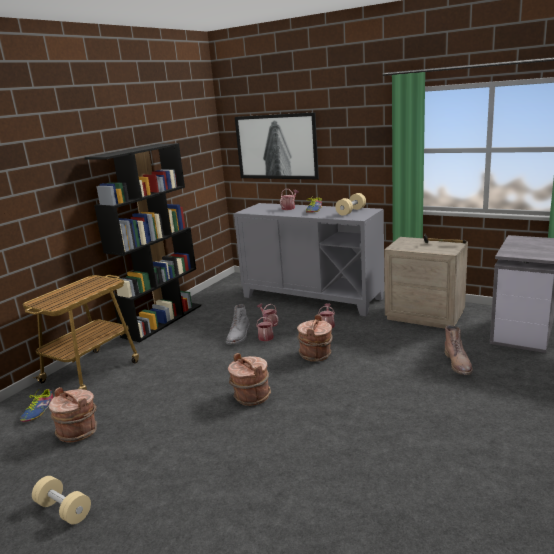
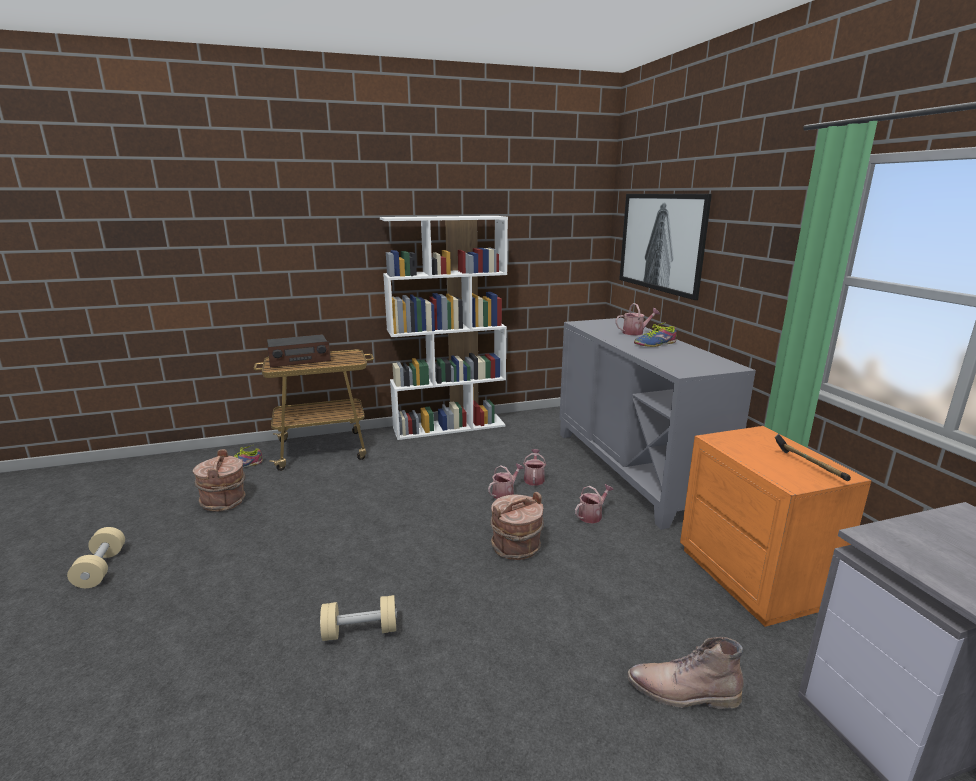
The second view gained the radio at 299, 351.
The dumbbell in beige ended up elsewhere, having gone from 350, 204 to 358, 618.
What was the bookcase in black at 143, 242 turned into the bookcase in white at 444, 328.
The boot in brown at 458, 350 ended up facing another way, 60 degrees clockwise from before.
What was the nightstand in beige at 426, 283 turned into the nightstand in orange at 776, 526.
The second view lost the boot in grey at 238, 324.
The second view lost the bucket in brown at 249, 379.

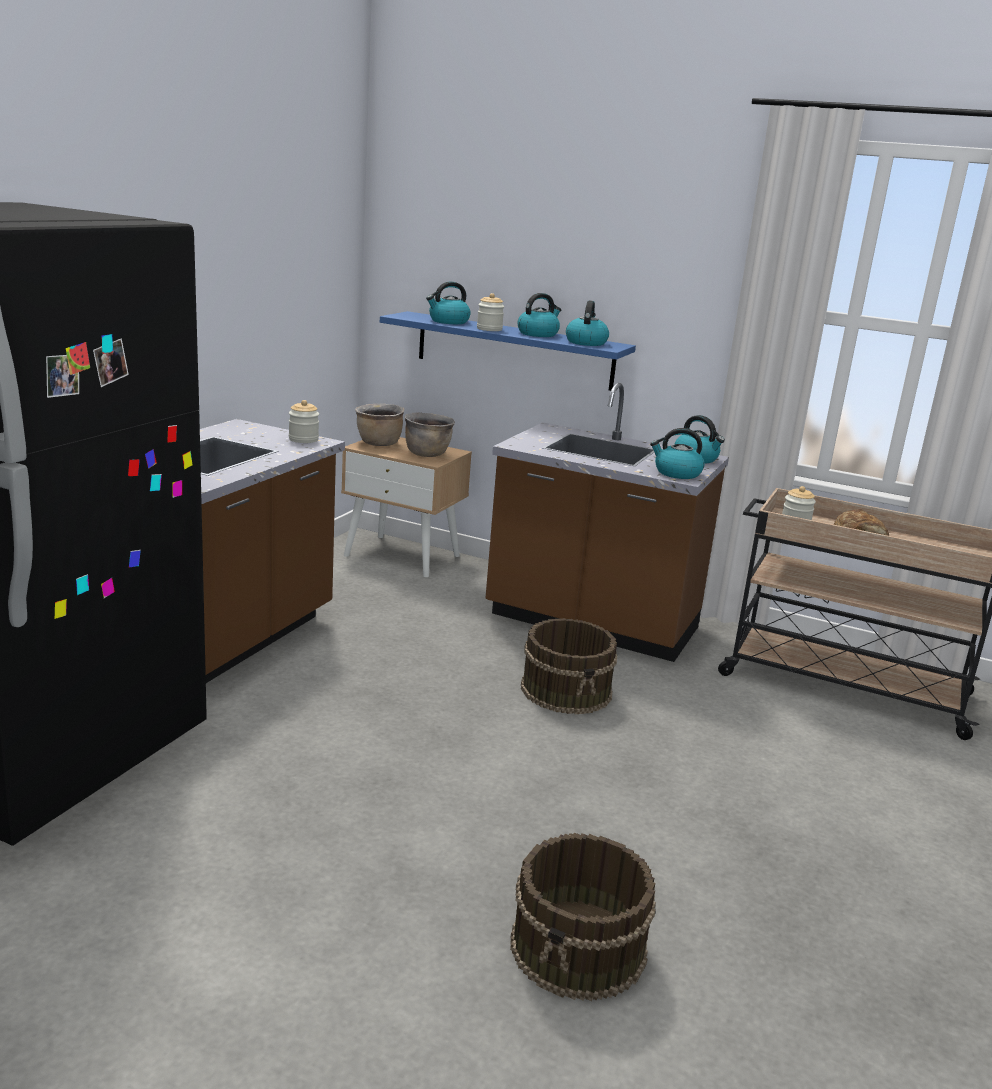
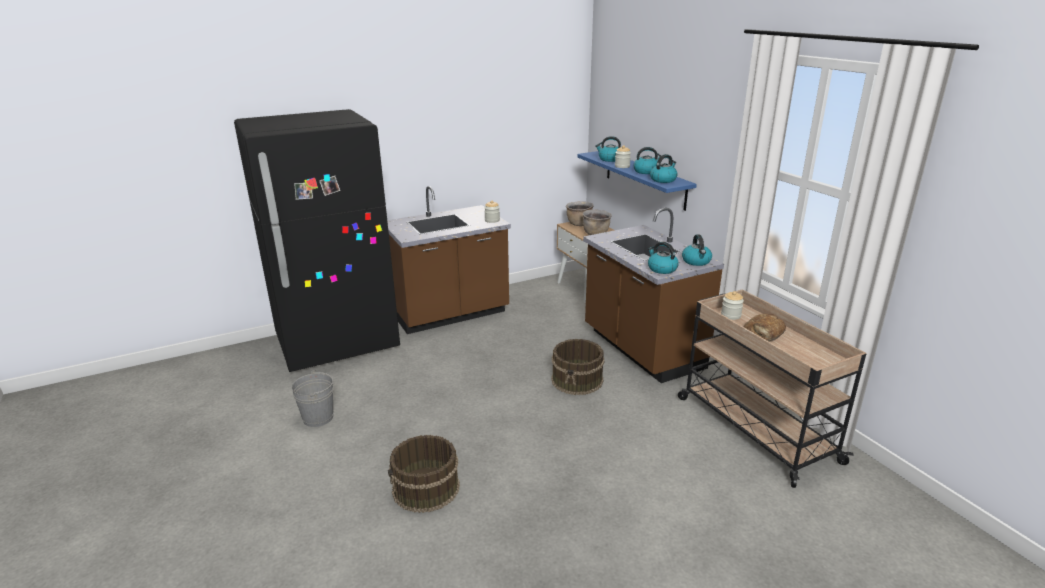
The second view gained the bucket in grey at 312, 399.

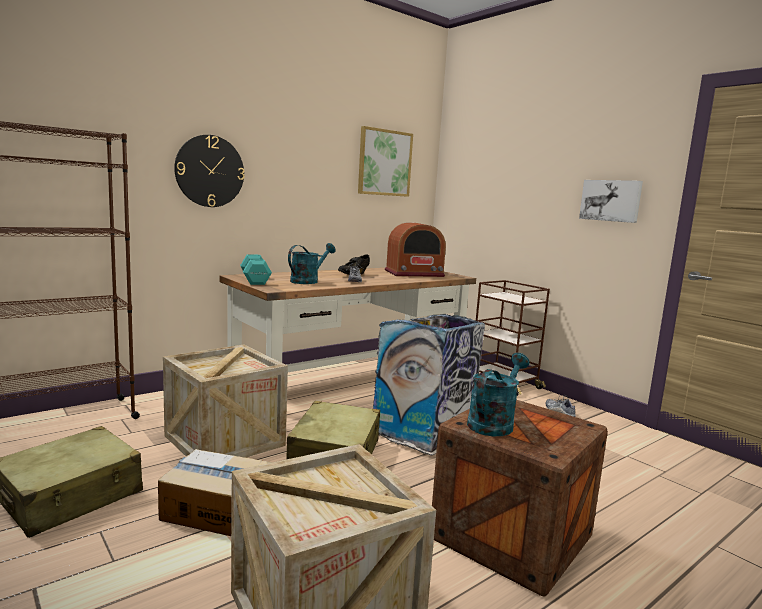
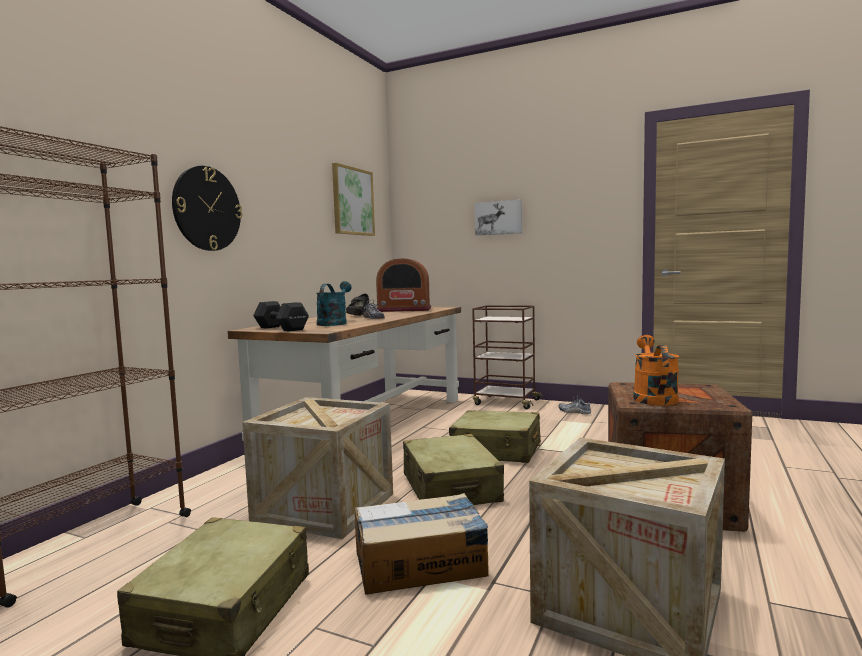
What was the dumbbell in turquoise at 256, 269 turned into the dumbbell in black at 281, 316.
The radio at 415, 249 ended up facing another way, 45 degrees clockwise from before.
Where the trash can stood at 429, 385, the suitcase in beige came to stand at 495, 436.
The picture ended up elsewhere, having gone from 611, 201 to 498, 217.
What was the watering can in turquoise at 498, 394 turned into the watering can in orange at 656, 370.

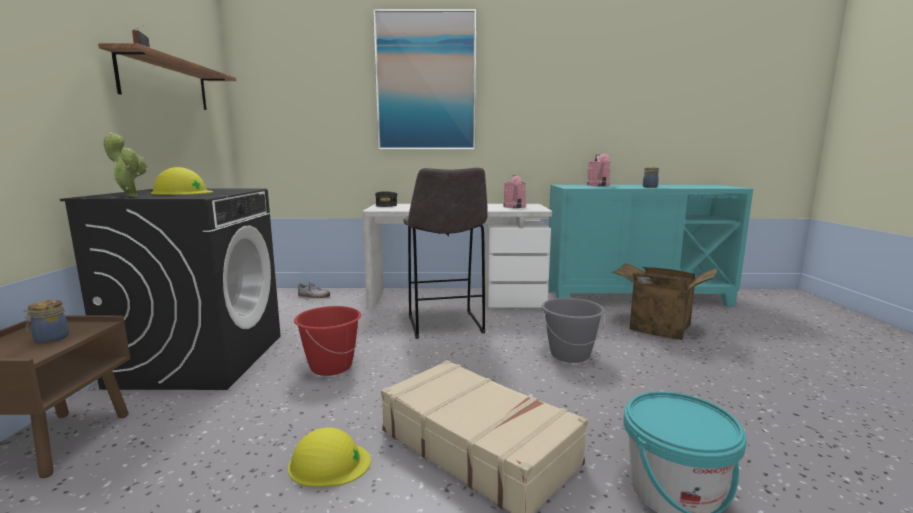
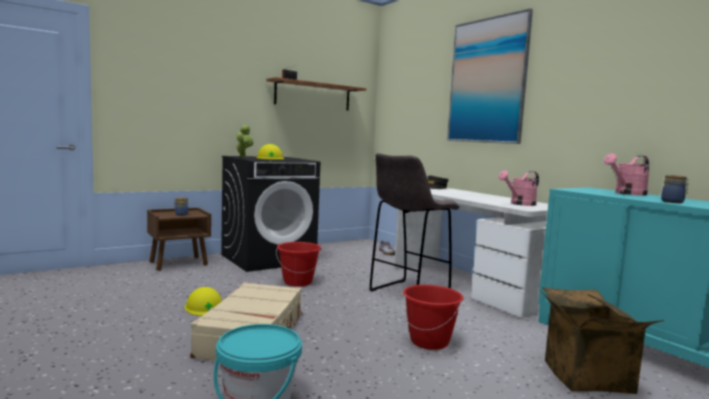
What was the bucket in grey at 573, 330 turned into the bucket in red at 433, 317.

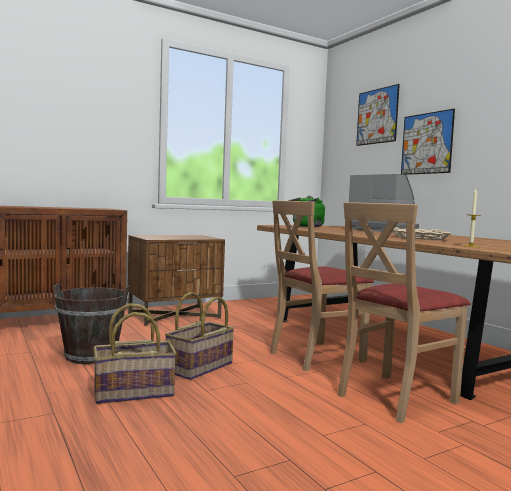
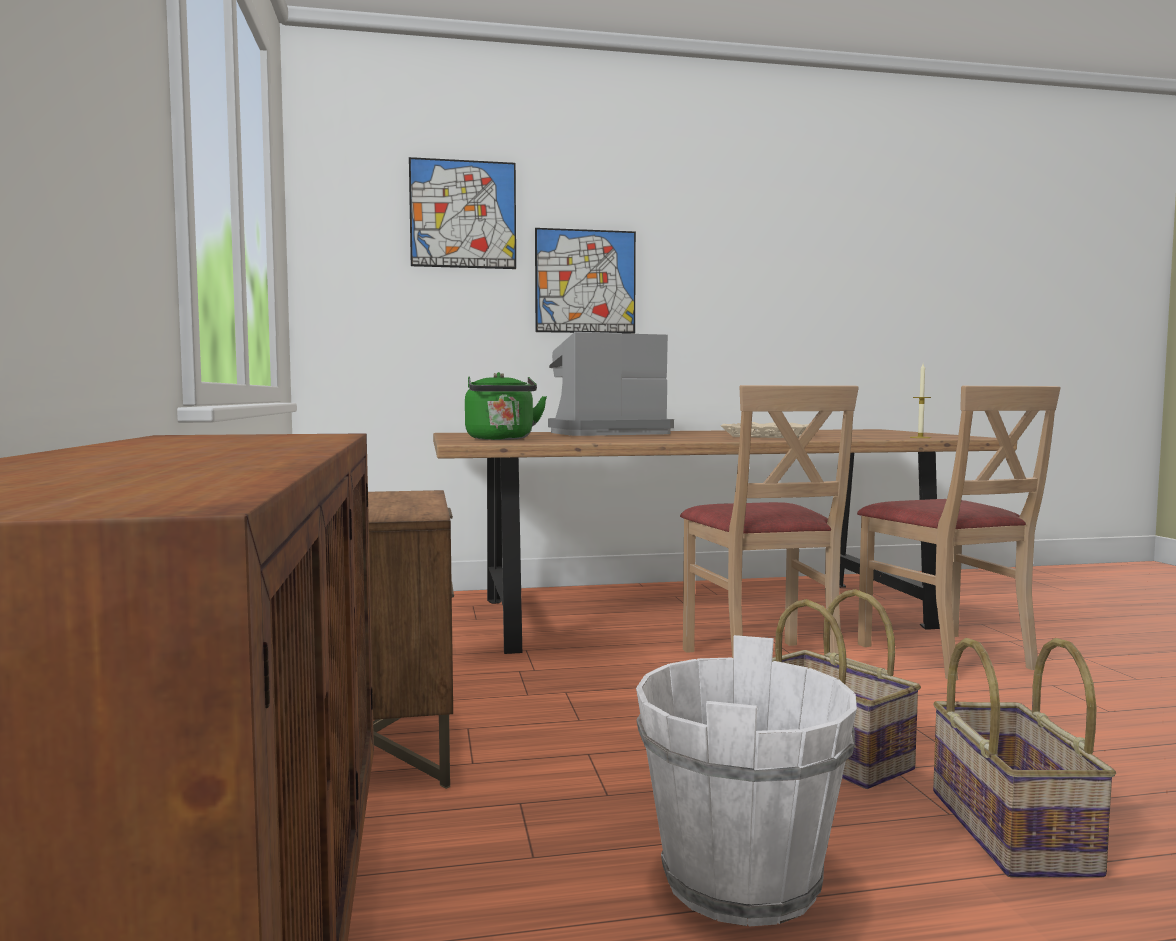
What was the bucket in brown at 91, 324 turned into the bucket in white at 746, 780.

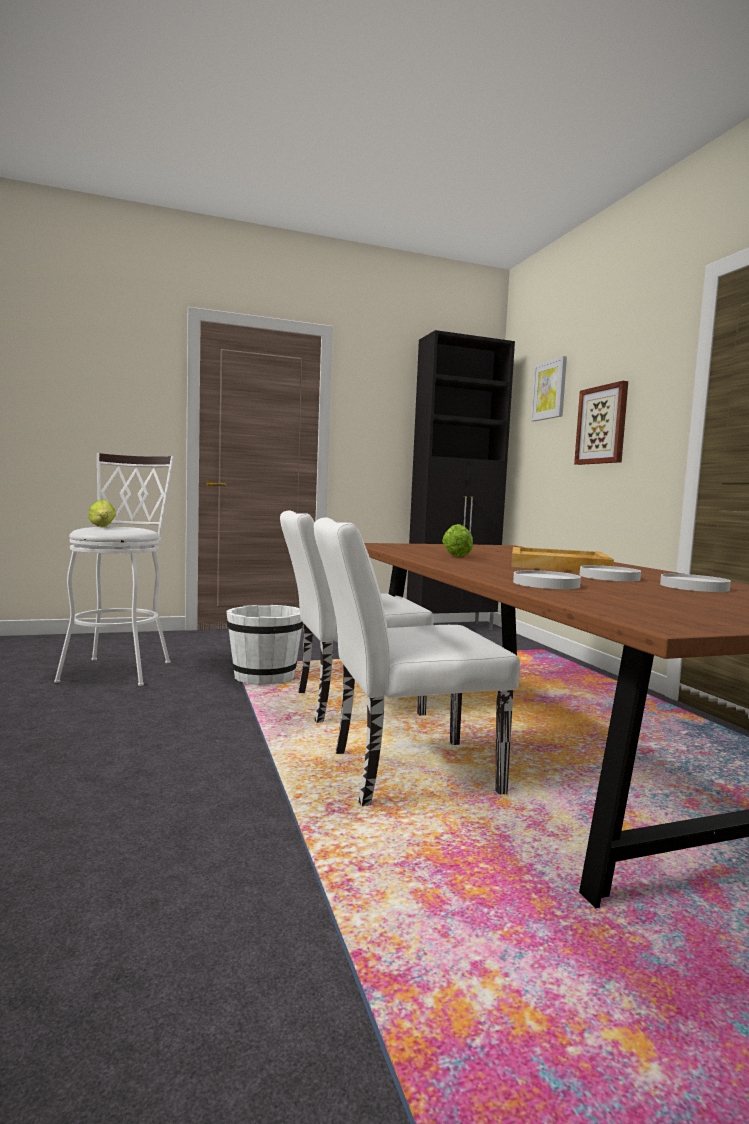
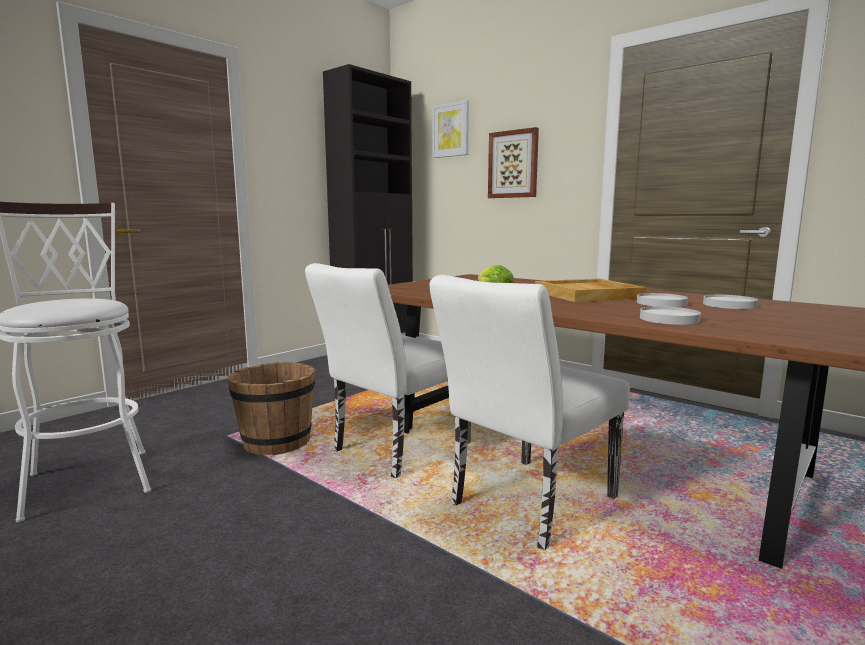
What was the bucket in white at 265, 645 turned into the bucket in brown at 271, 408.
The second view lost the lettuce at 102, 513.

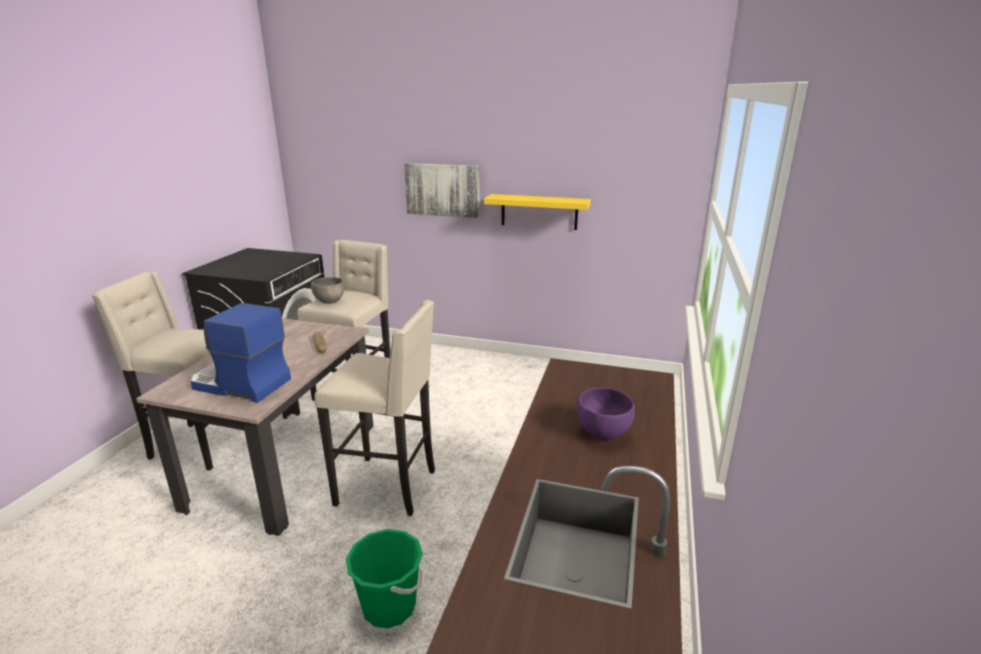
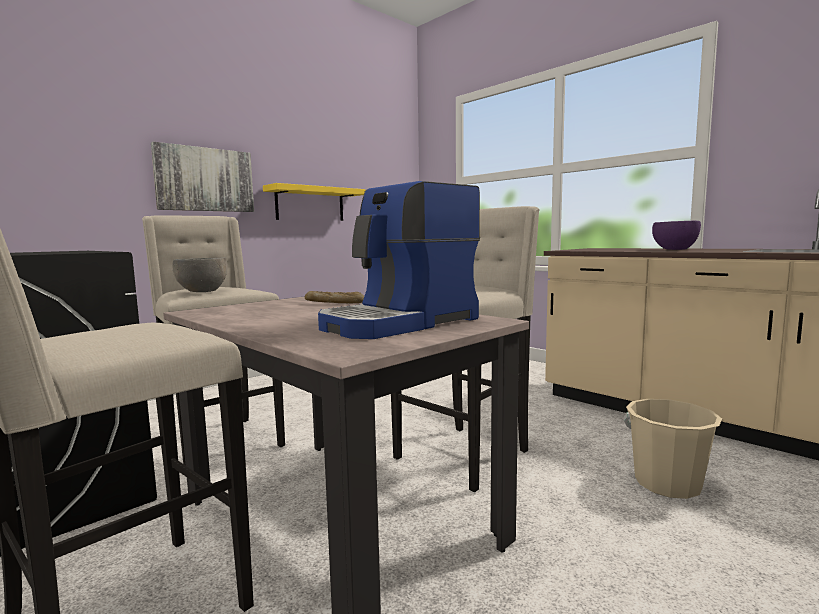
What was the bucket in green at 384, 579 turned into the bucket in beige at 673, 449.

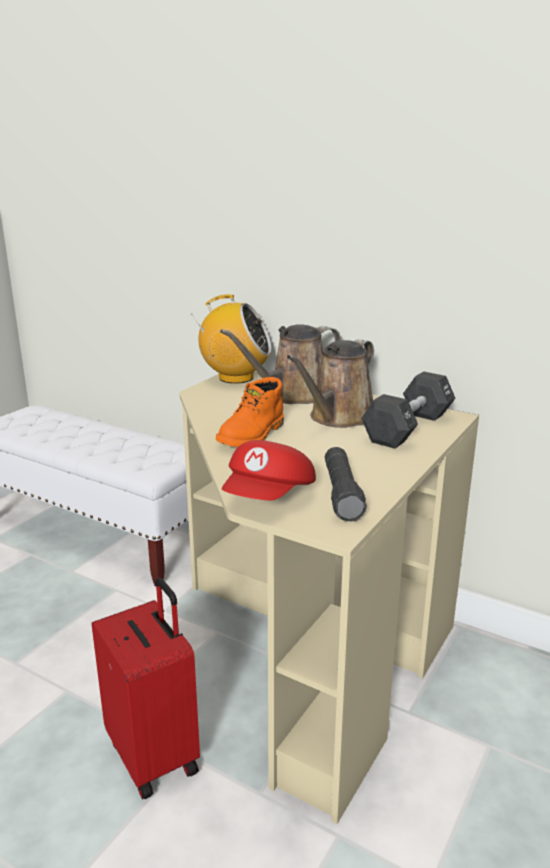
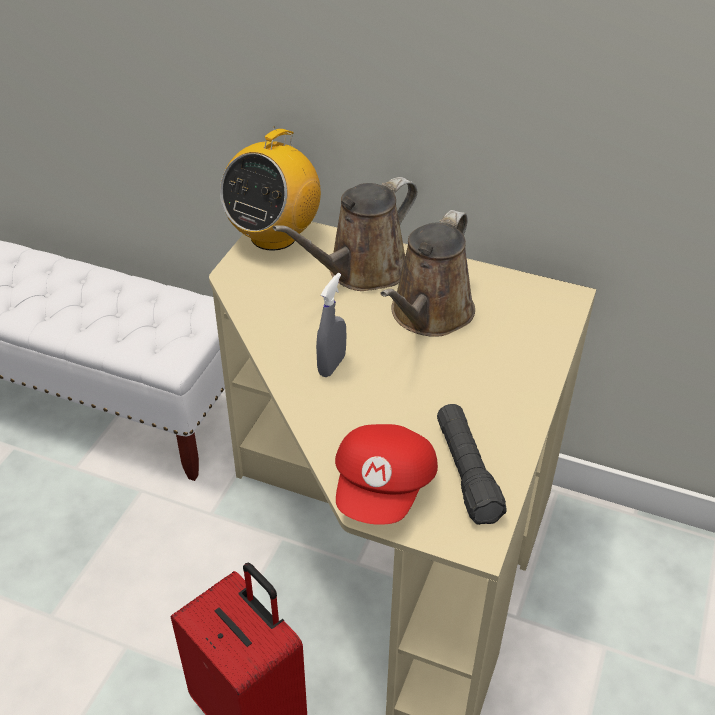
The radio at 232, 339 ended up facing another way, 120 degrees clockwise from before.
Where the boot in orange stood at 250, 412, the spray bottle in grey came to stand at 331, 325.
The second view lost the dumbbell in black at 408, 410.

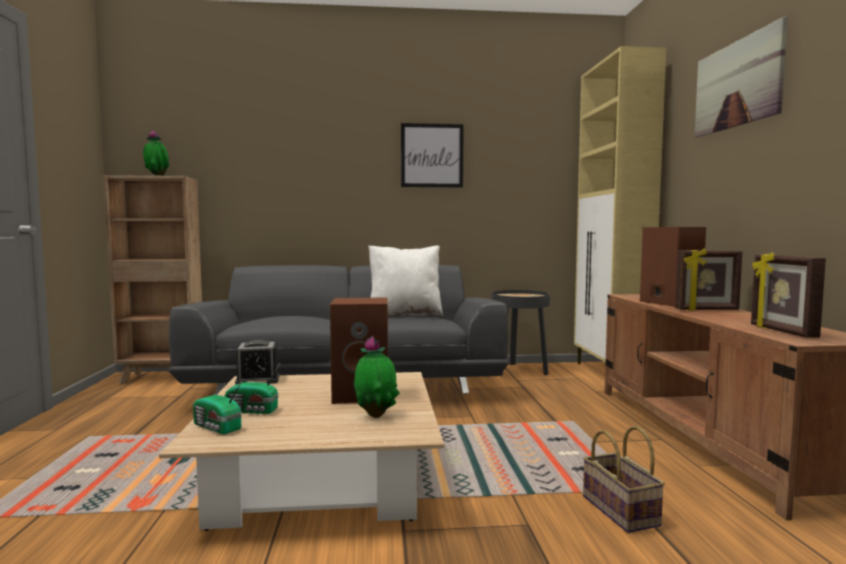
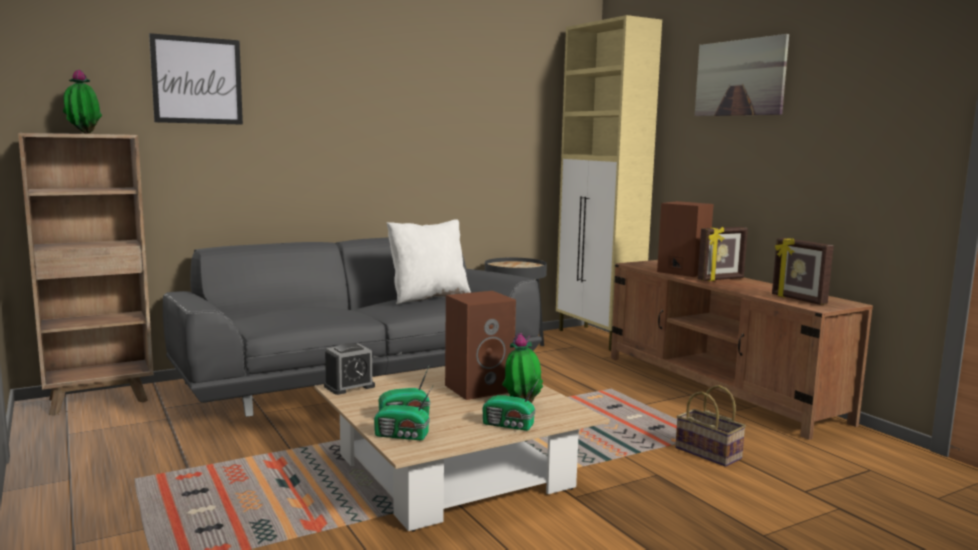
The picture ended up elsewhere, having gone from 432, 155 to 196, 79.
The second view gained the radio at 511, 404.

